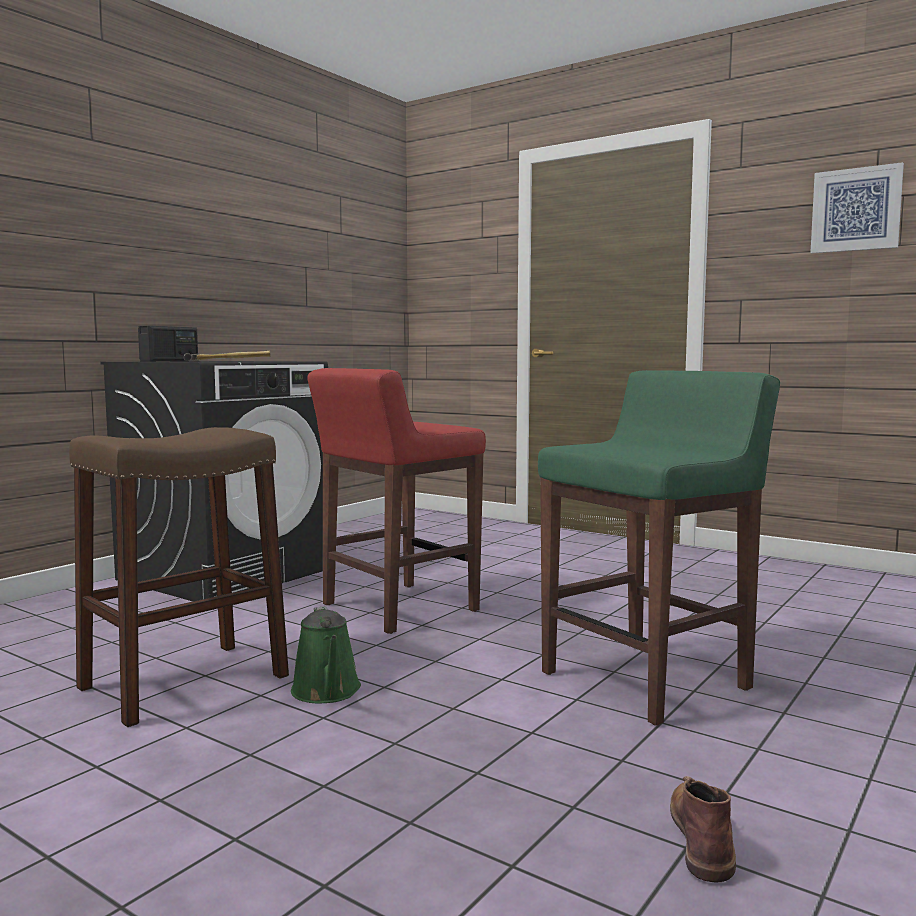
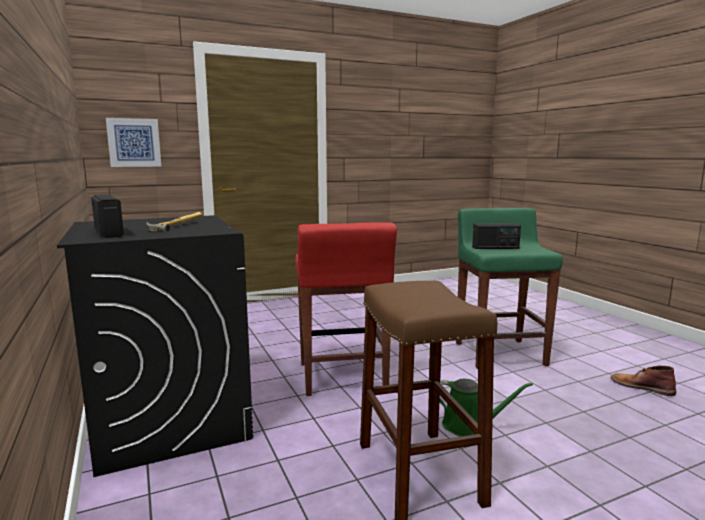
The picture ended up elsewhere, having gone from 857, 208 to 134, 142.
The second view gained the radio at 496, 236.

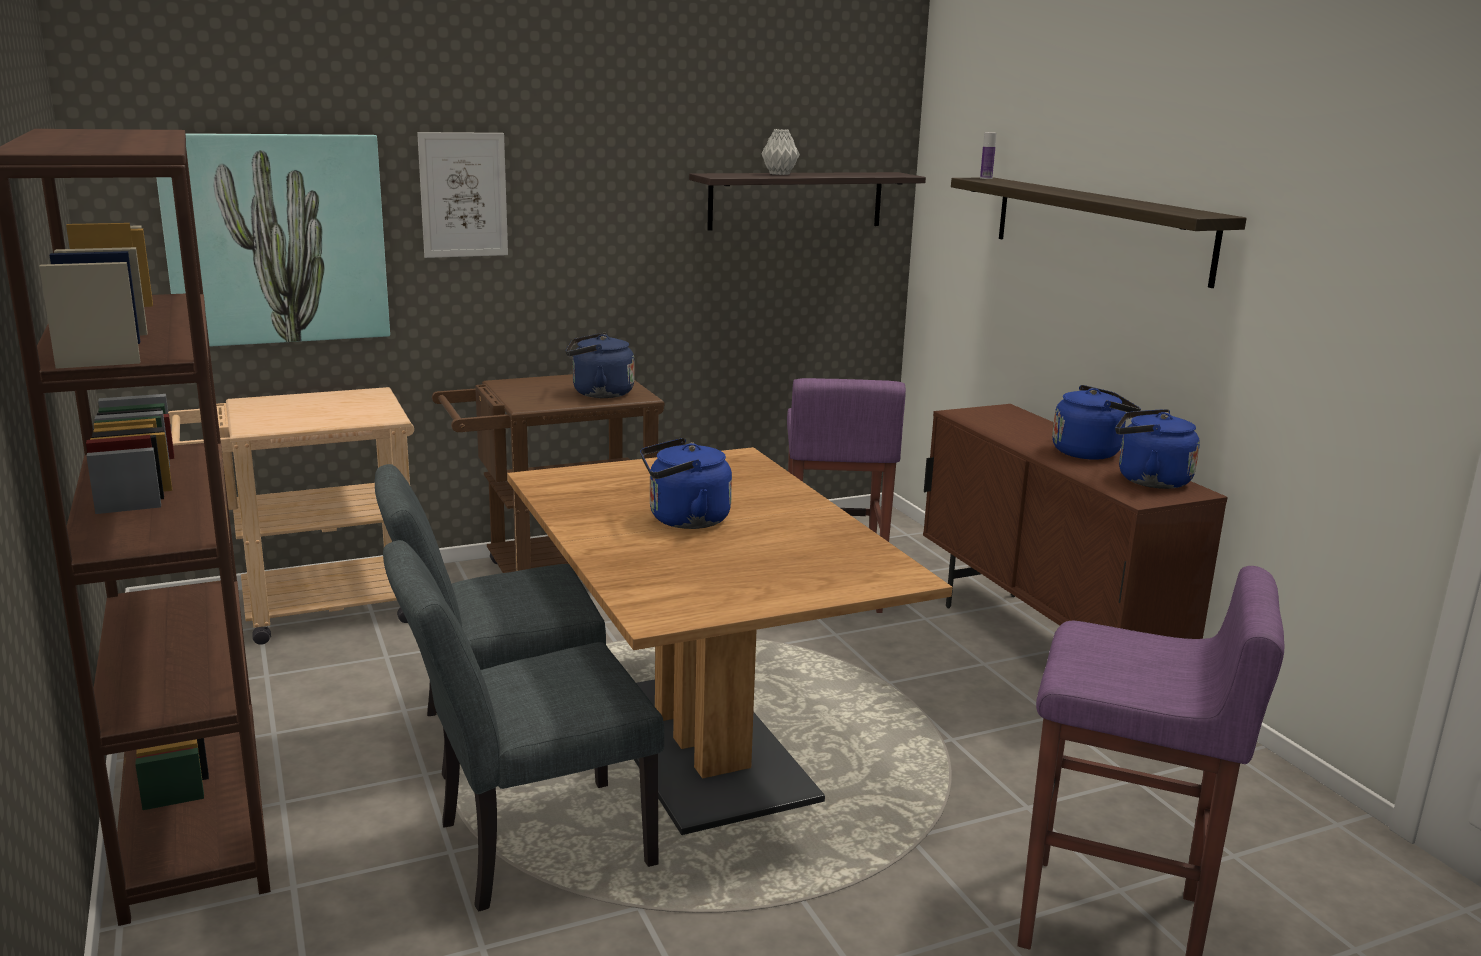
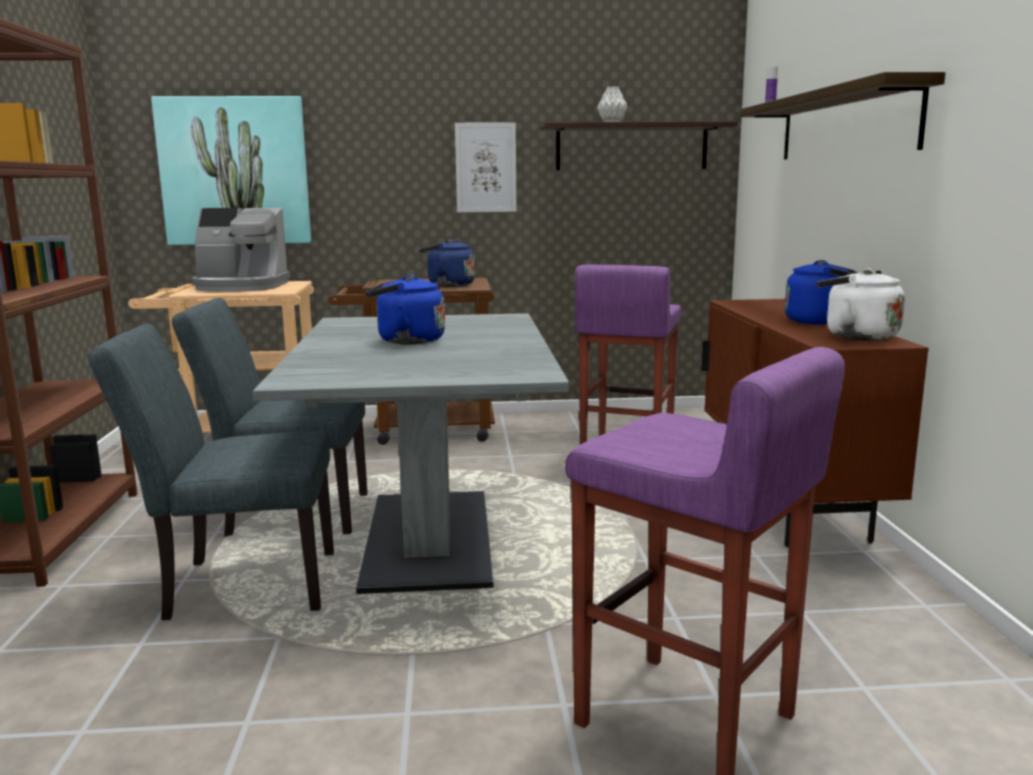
The second view gained the coffee machine at 241, 250.
What was the dining table in brown at 729, 641 turned into the dining table in grey at 411, 453.
The picture ended up elsewhere, having gone from 462, 195 to 486, 167.
What was the kettle in blue at 1157, 449 turned into the kettle in white at 861, 304.

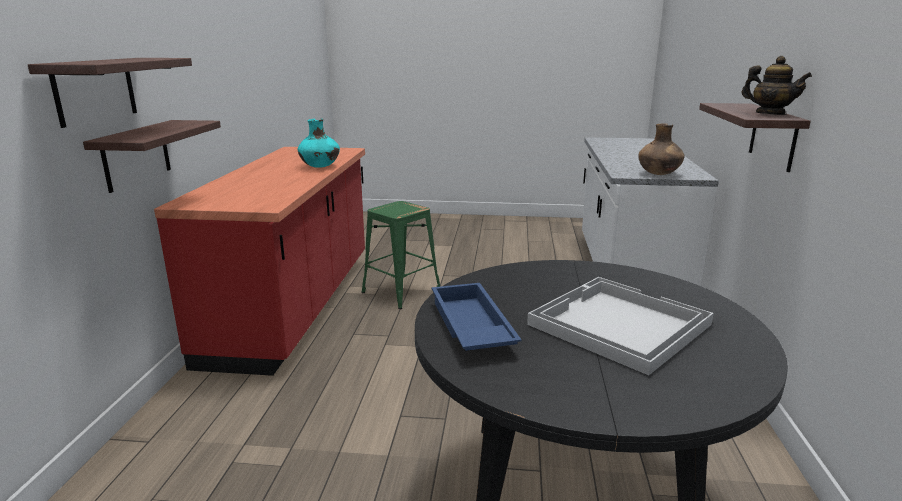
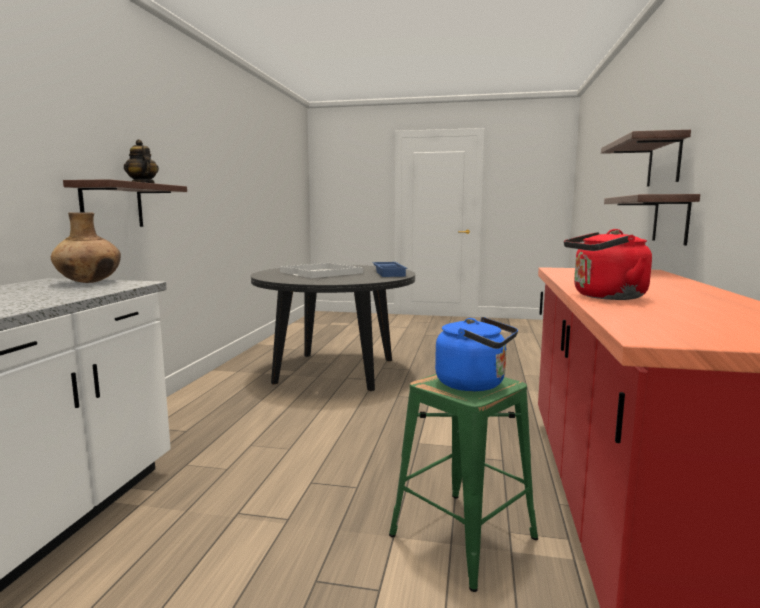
The second view gained the kettle in blue at 476, 354.
Where the vase in turquoise stood at 319, 143, the kettle in red came to stand at 608, 264.

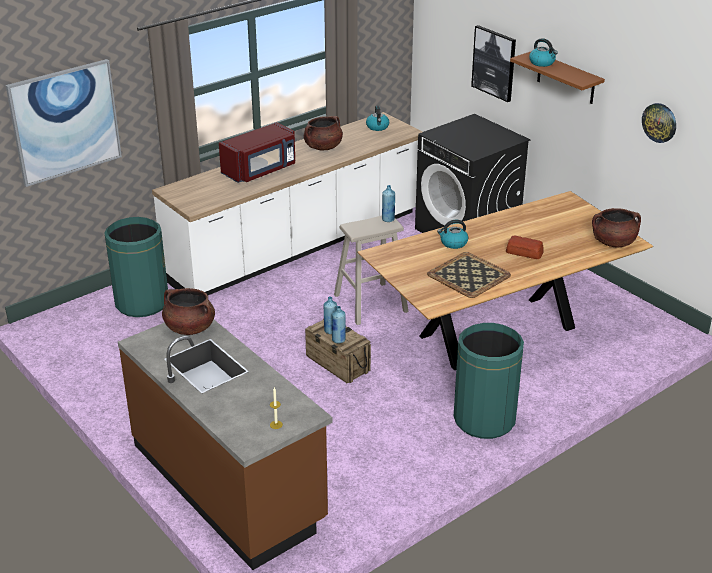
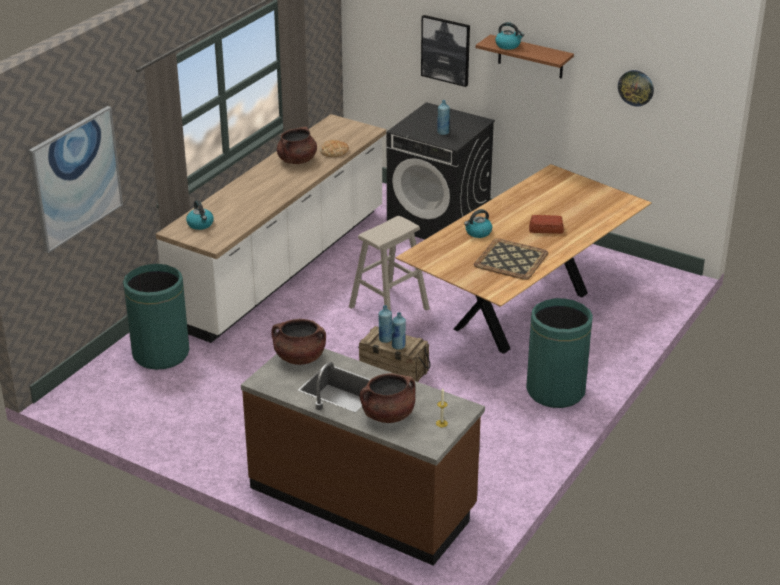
The kettle ended up elsewhere, having gone from 377, 118 to 200, 215.
The second view gained the bread at 334, 148.
The cooking pot in brown ended up elsewhere, having gone from 616, 228 to 387, 398.
The bottle in blue ended up elsewhere, having gone from 388, 203 to 443, 117.
The second view lost the microwave in red at 257, 152.

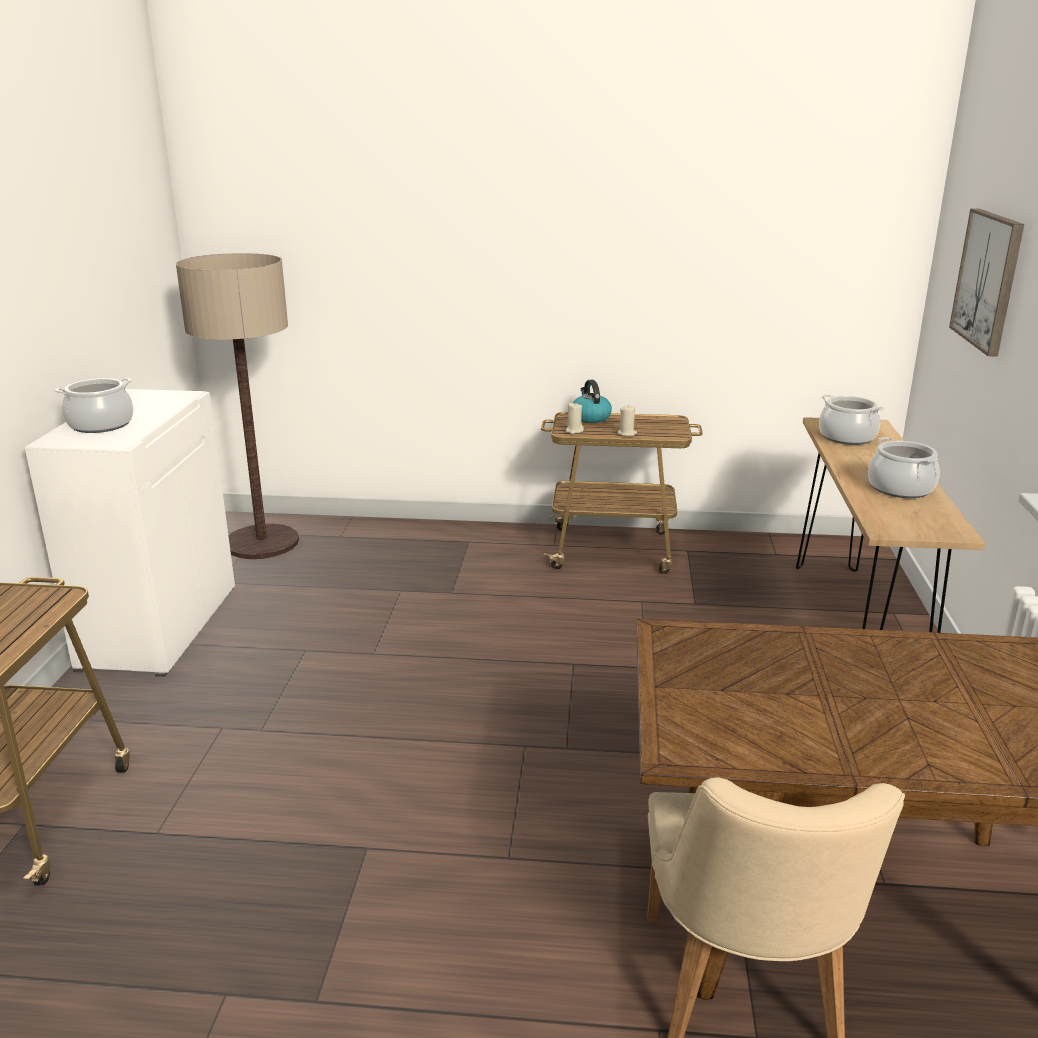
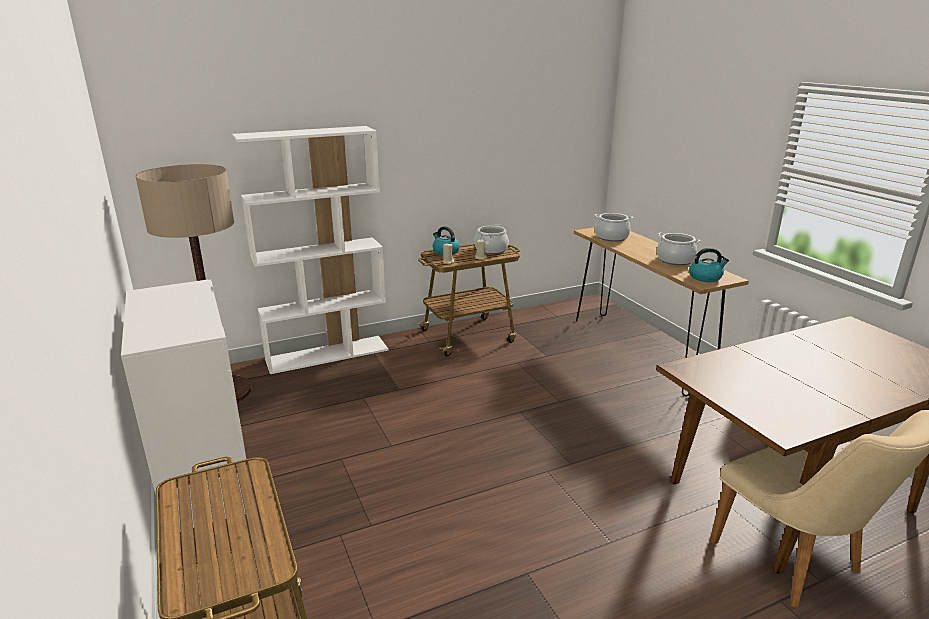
The second view gained the bookcase in white at 310, 250.
The cooking pot ended up elsewhere, having gone from 94, 405 to 491, 239.
The second view gained the kettle at 709, 265.
The second view lost the picture at 986, 283.

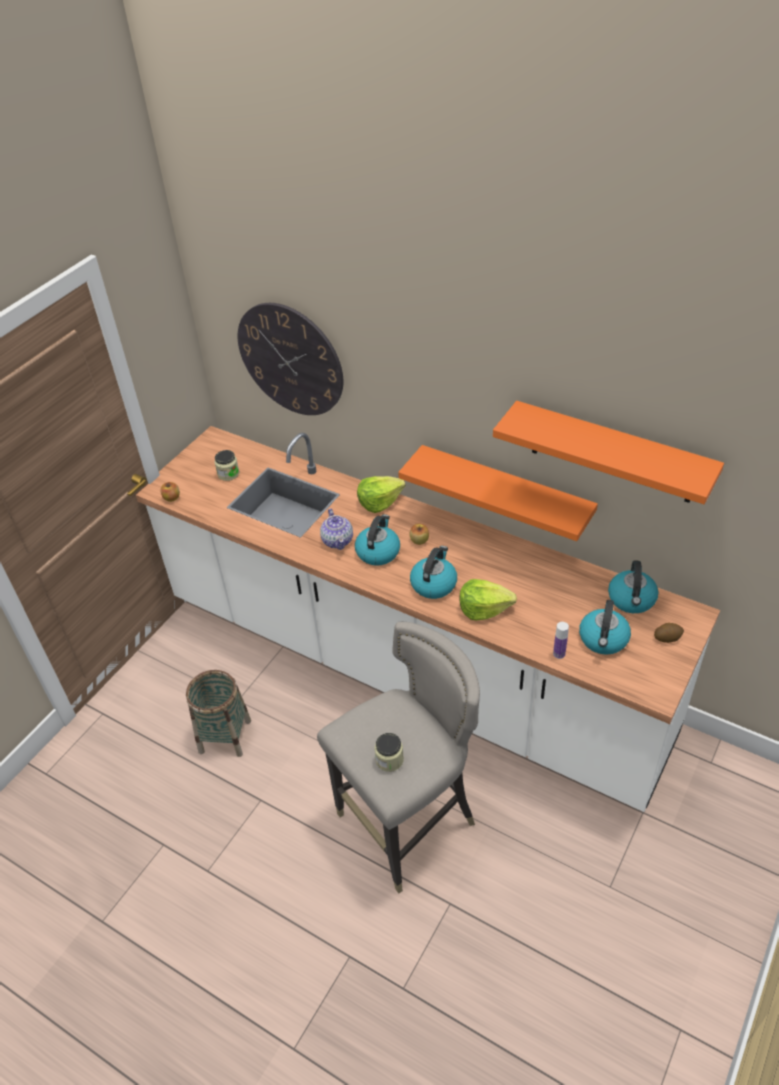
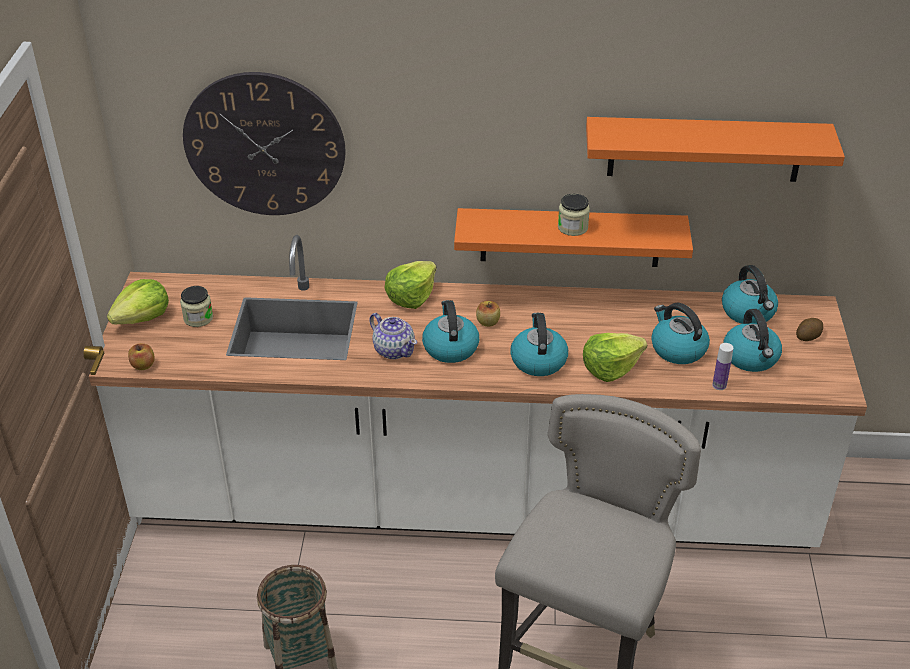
The second view gained the lettuce at 138, 301.
The jar ended up elsewhere, having gone from 389, 752 to 574, 215.
The second view gained the kettle at 680, 333.

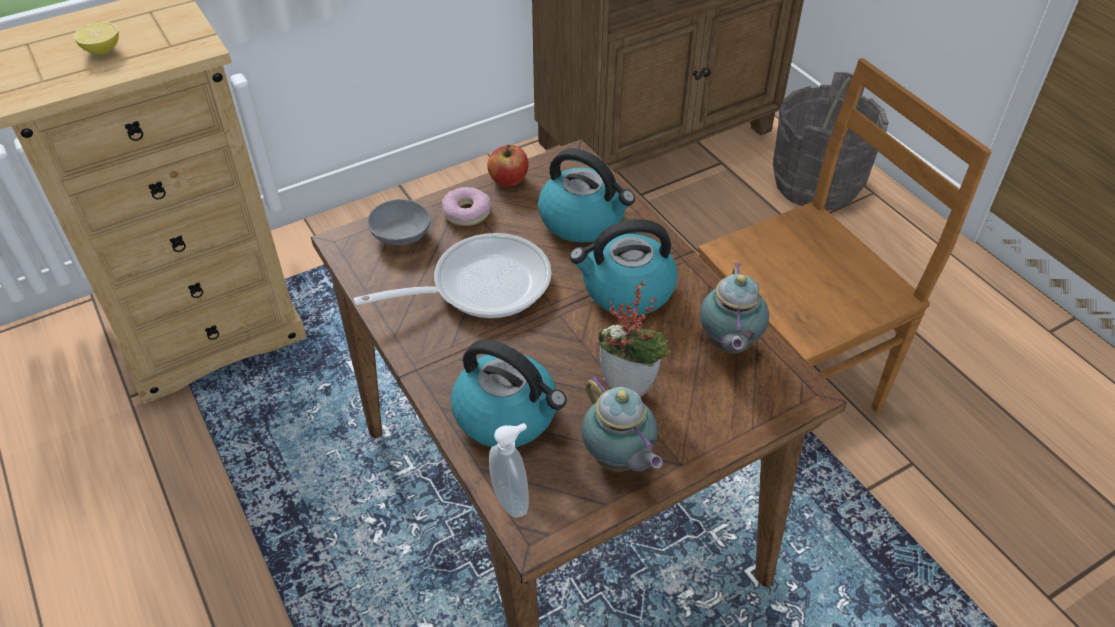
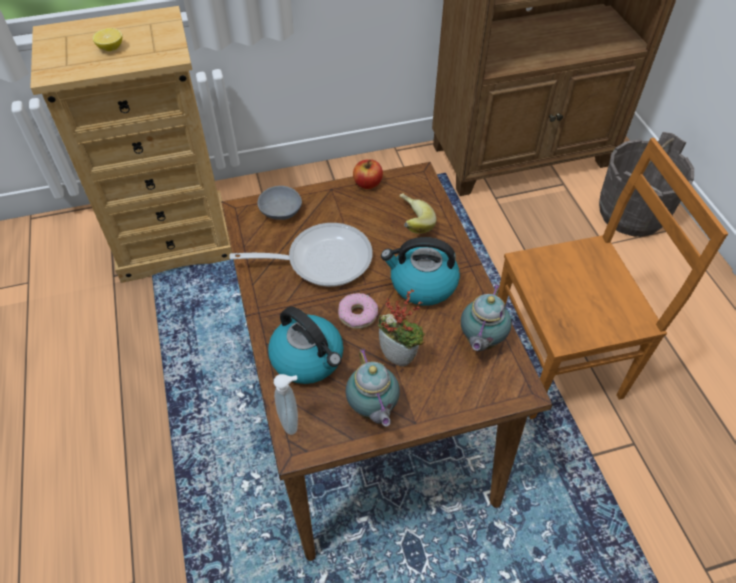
The donut ended up elsewhere, having gone from 466, 206 to 358, 311.
Where the kettle stood at 586, 195, the banana came to stand at 418, 213.

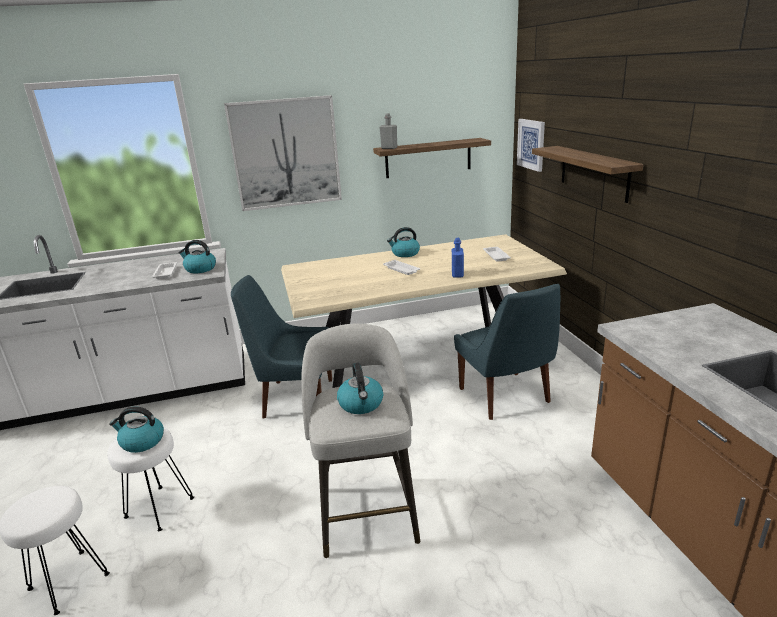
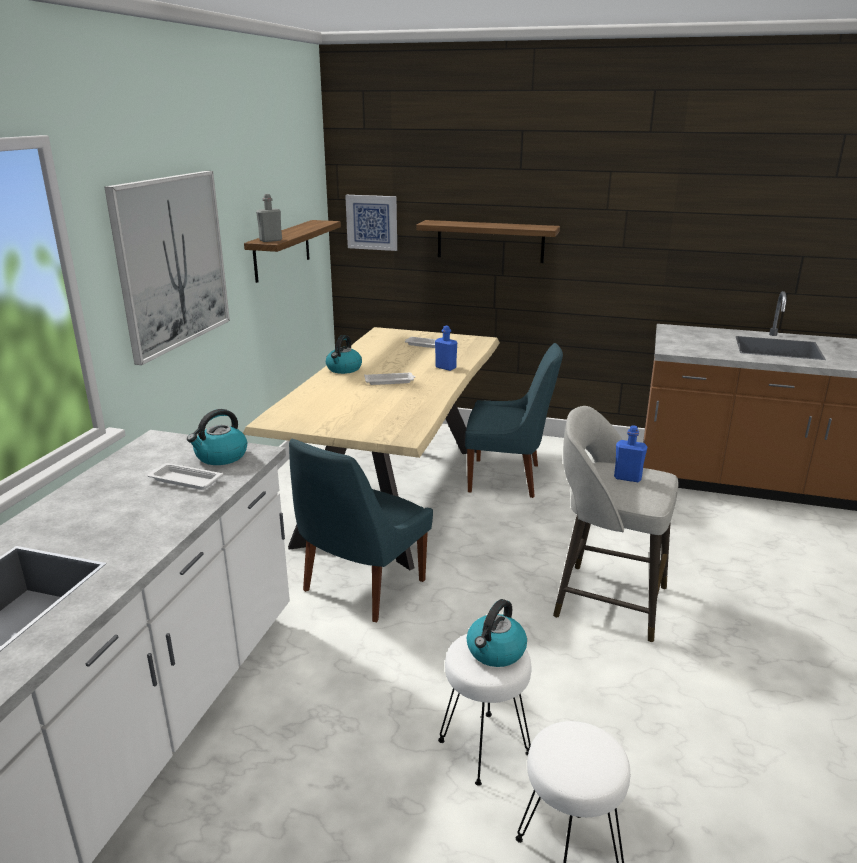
Where the kettle stood at 360, 388, the bottle in blue came to stand at 630, 454.

